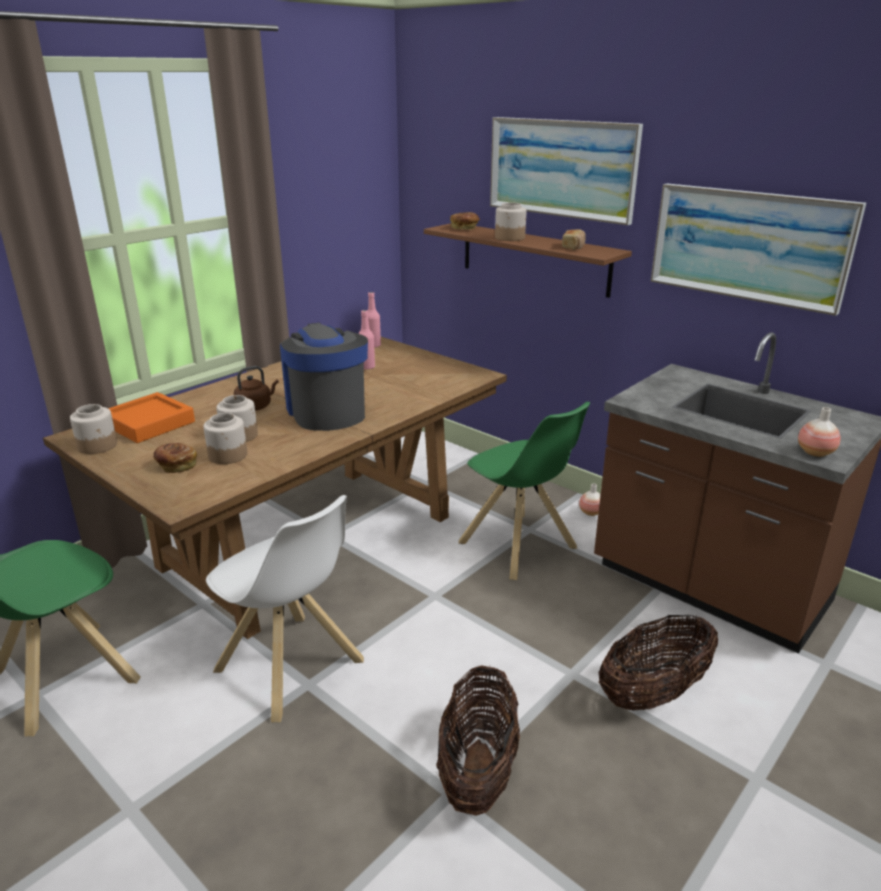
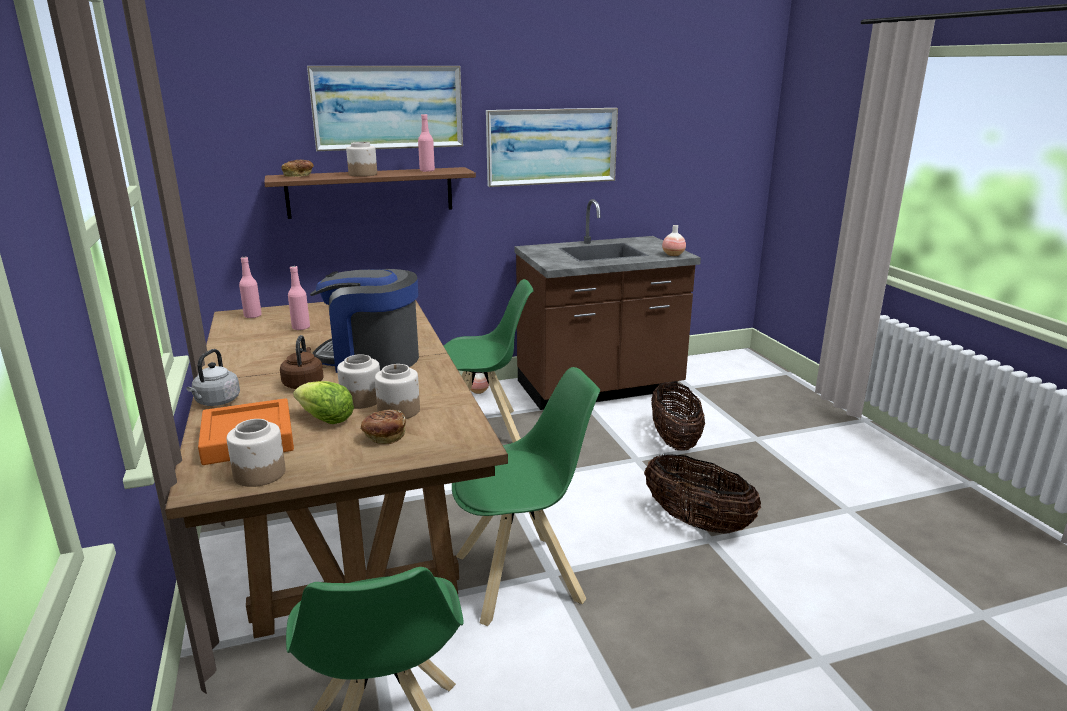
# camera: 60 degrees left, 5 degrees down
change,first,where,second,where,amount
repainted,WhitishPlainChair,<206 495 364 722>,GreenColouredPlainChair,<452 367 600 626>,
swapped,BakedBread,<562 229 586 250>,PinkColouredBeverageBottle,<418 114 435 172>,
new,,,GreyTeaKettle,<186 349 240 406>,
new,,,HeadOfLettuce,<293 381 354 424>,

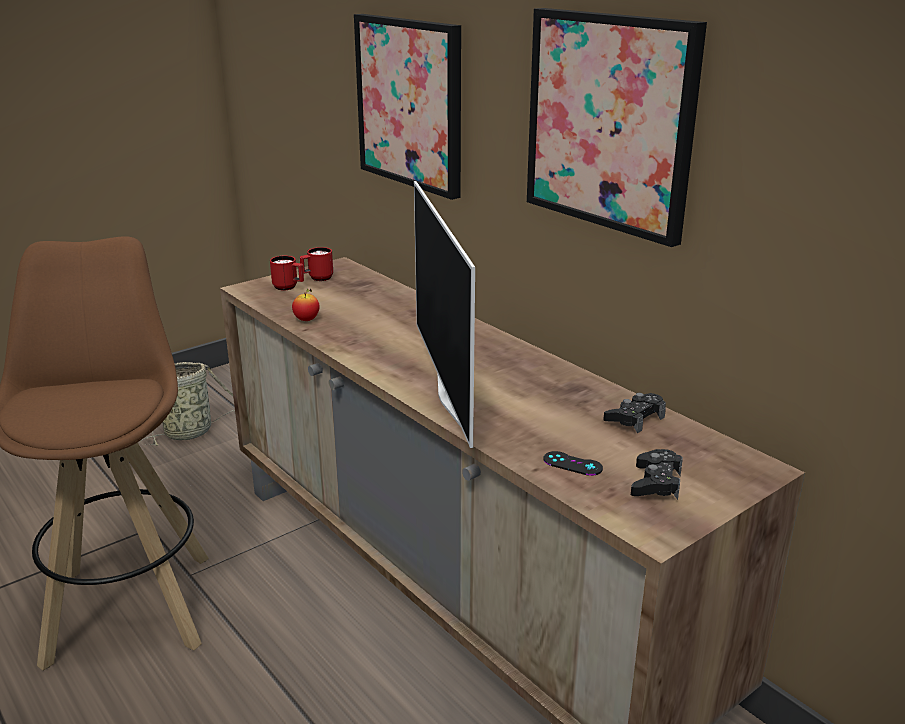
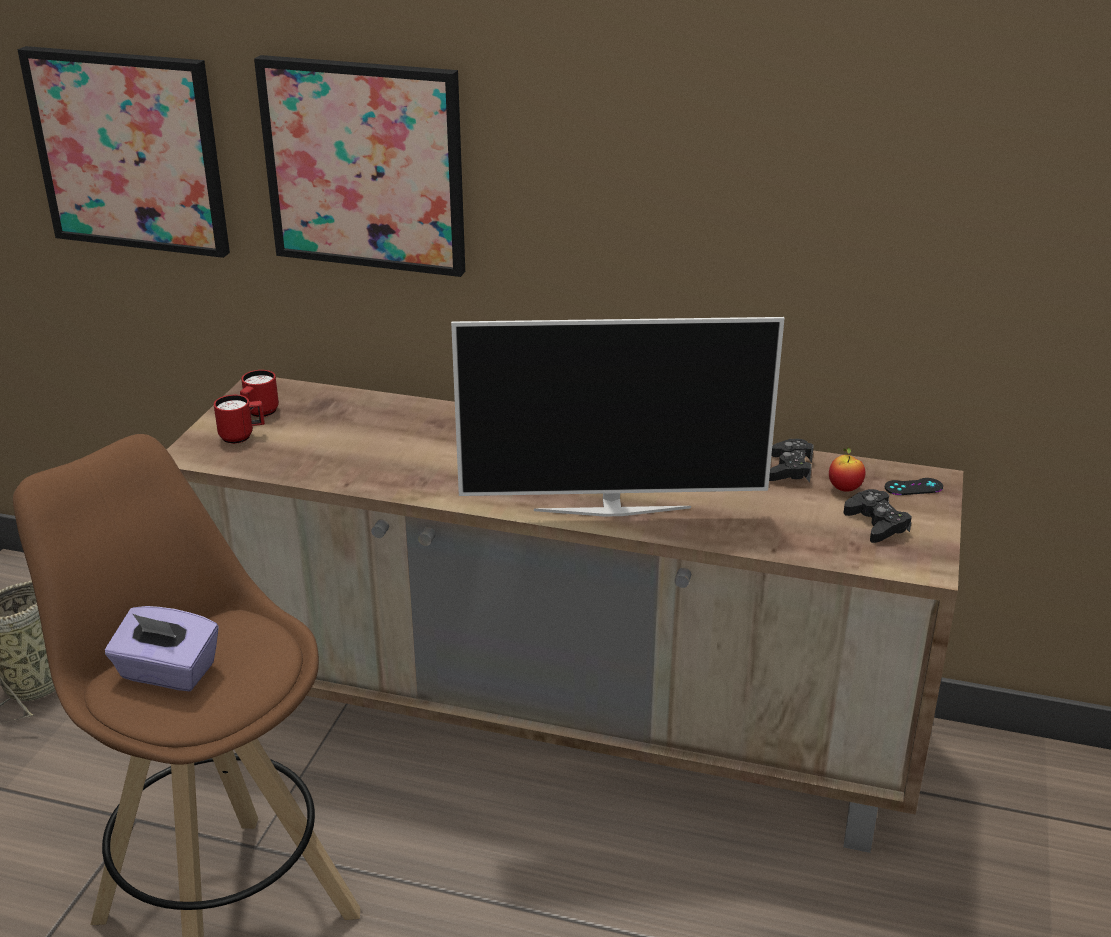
# camera: 35 degrees left, 5 degrees up
change,first,where,second,where,amount
shifted,AppleFruit,<292 288 320 321>,,<829 447 865 492>,
rotated,Television,<414 181 475 448>,,<451 317 785 517>,45 degrees counterclockwise
shifted,WallPicture,<527 8 707 247>,,<18 46 230 258>,
shifted,BlackishGamepad,<543 451 603 476>,,<885 478 943 495>,
new,,,PurpleColouredTissueHolder,<105 606 218 691>,

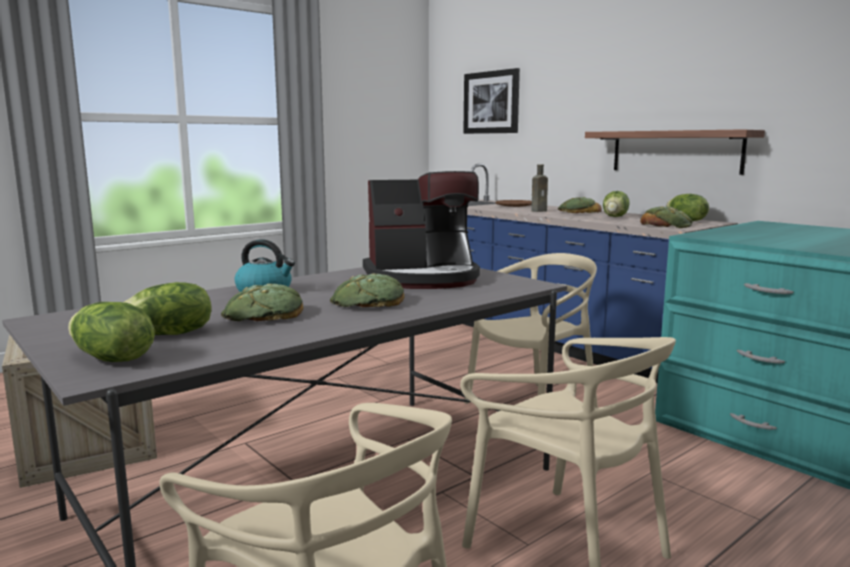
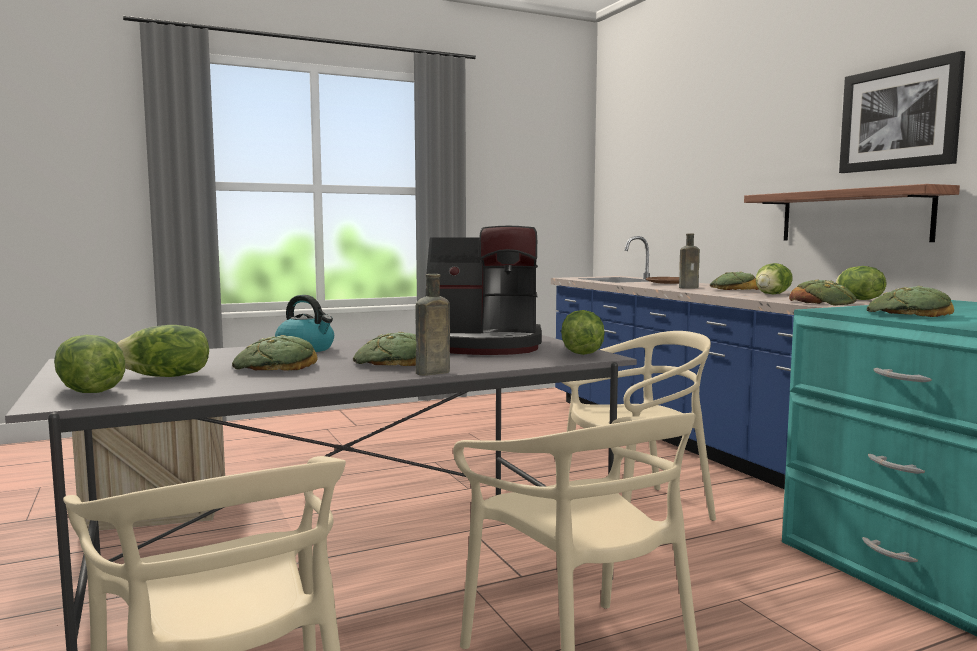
# camera: 15 degrees right, 5 degrees down
change,first,where,second,where,amount
shifted,WallPicture,<463 68 520 134>,,<839 51 965 173>,
new,,,BrownishBeverageBottle,<416 274 450 376>,
new,,,HeadOfLettuce,<561 310 605 355>,
new,,,BakedBread,<867 286 954 317>,

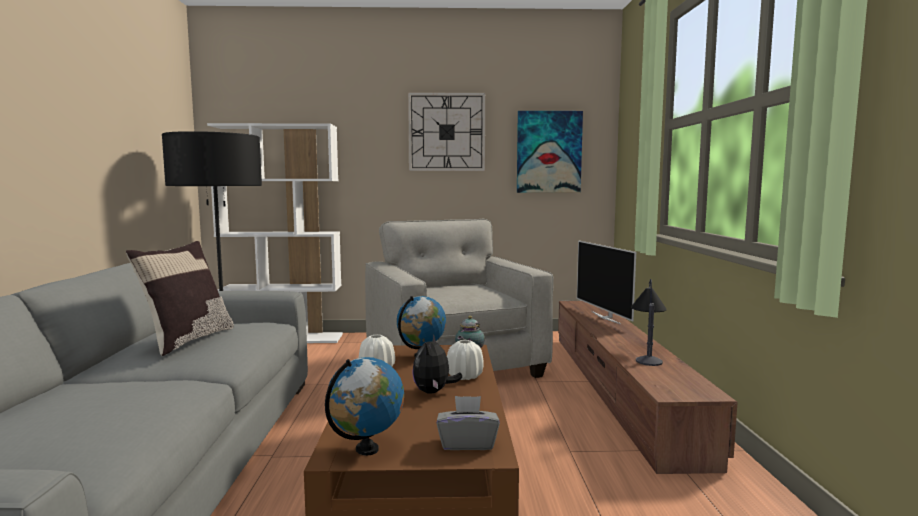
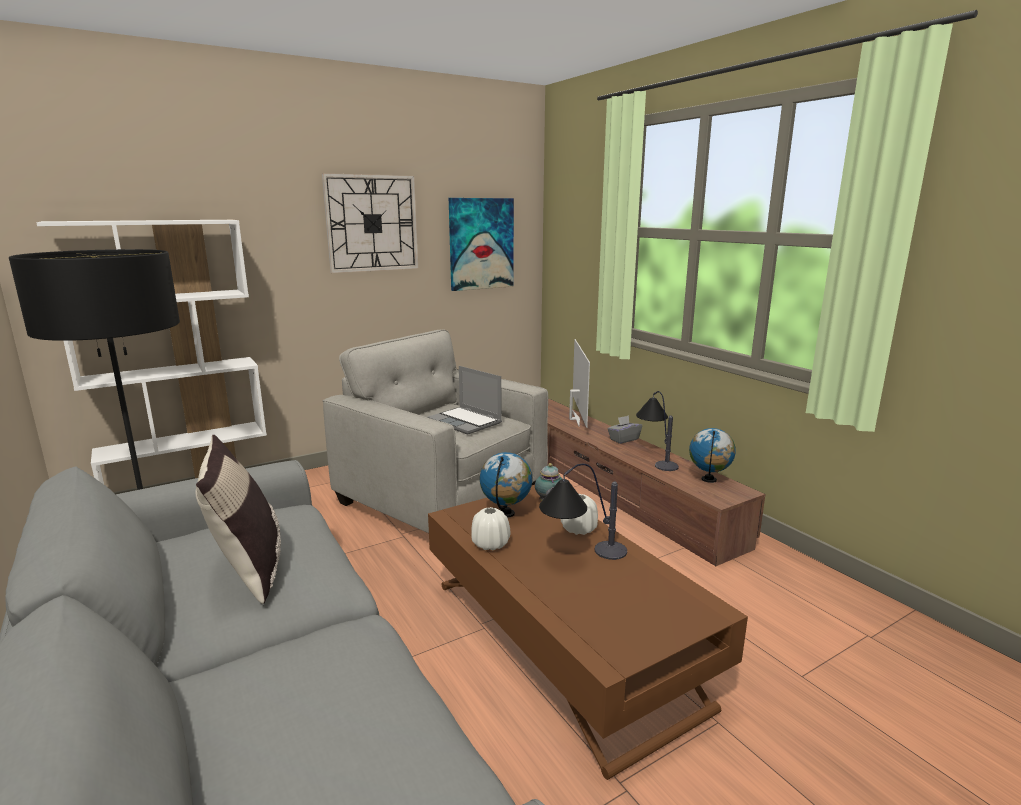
# camera: 30 degrees left, 10 degrees up
change,first,where,second,where,amount
shifted,DeskGlobe,<325 357 404 455>,,<689 428 736 483>,
swapped,PlushToy,<412 334 462 394>,LampForATable,<539 464 627 560>,
shifted,GreyTissueHolder,<436 396 500 450>,,<608 415 642 444>,
rotated,Television,<577 241 636 324>,,<569 339 590 428>,135 degrees counterclockwise
new,,,PortableComputer,<427 366 502 435>,

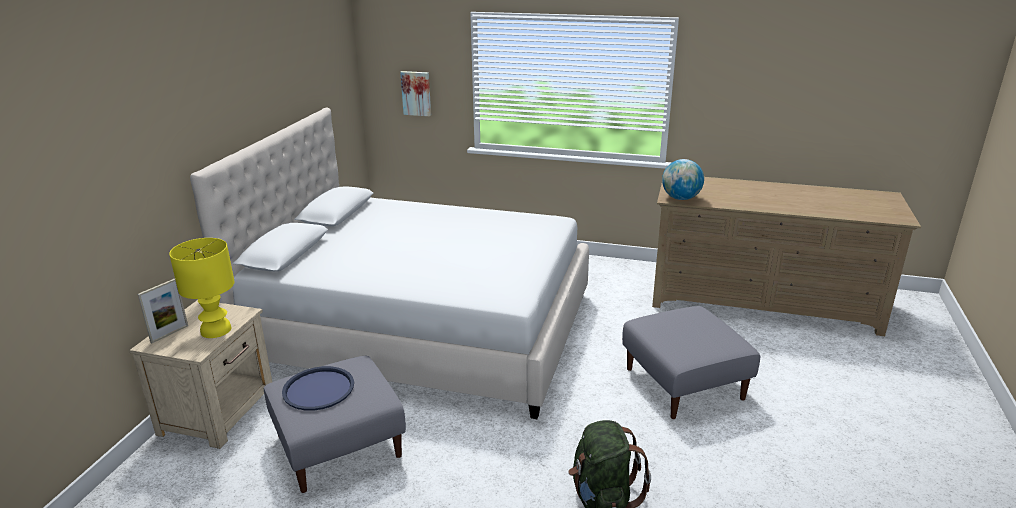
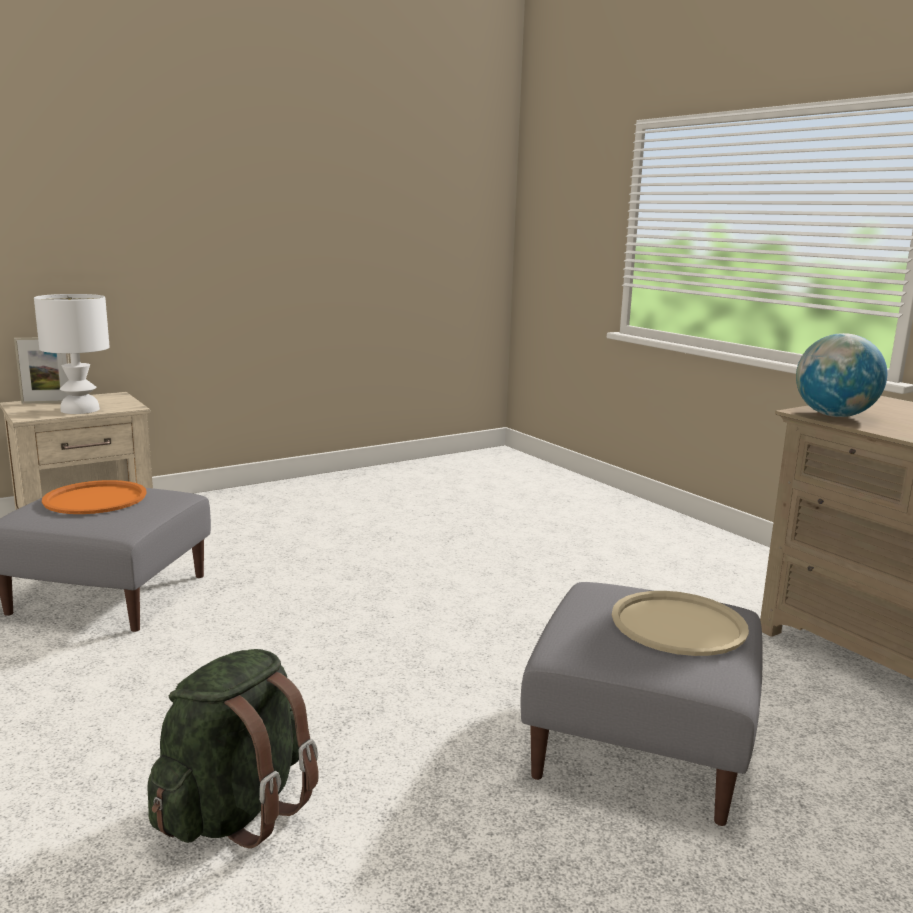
# camera: 40 degrees right, 10 degrees down
change,first,where,second,where,amount
repainted,YellowLampForATable,<169 238 234 338>,WhitishLampForATable,<34 294 110 414>,
gone,WhitishBedroomBed,<190 107 589 419>,,,
repainted,BlueColouredServingTray,<282 366 354 410>,OrangeyServingTray,<42 480 147 514>,
gone,WallPicture,<400 71 431 116>,,,
new,,,BeigeServingTray,<612 591 749 656>,

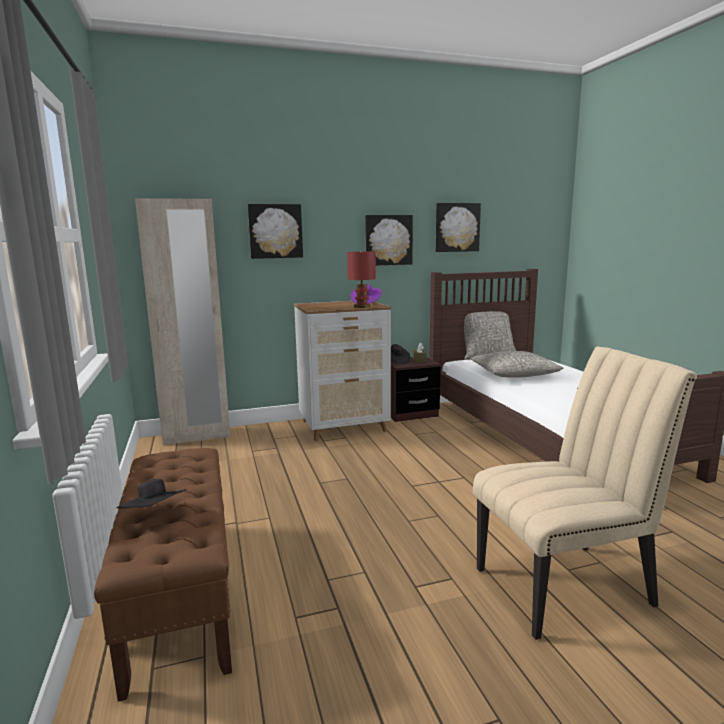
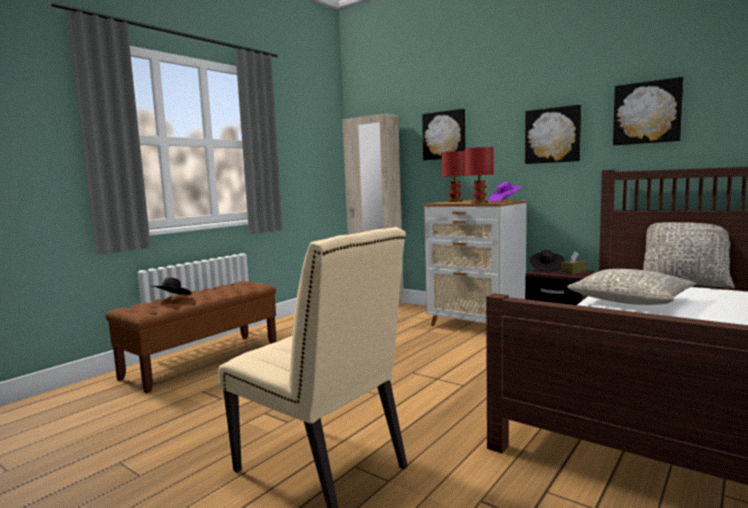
# camera: 55 degrees right, 5 degrees down
change,first,where,second,where,amount
new,,,ReddishLampForATable,<442 151 465 202>,

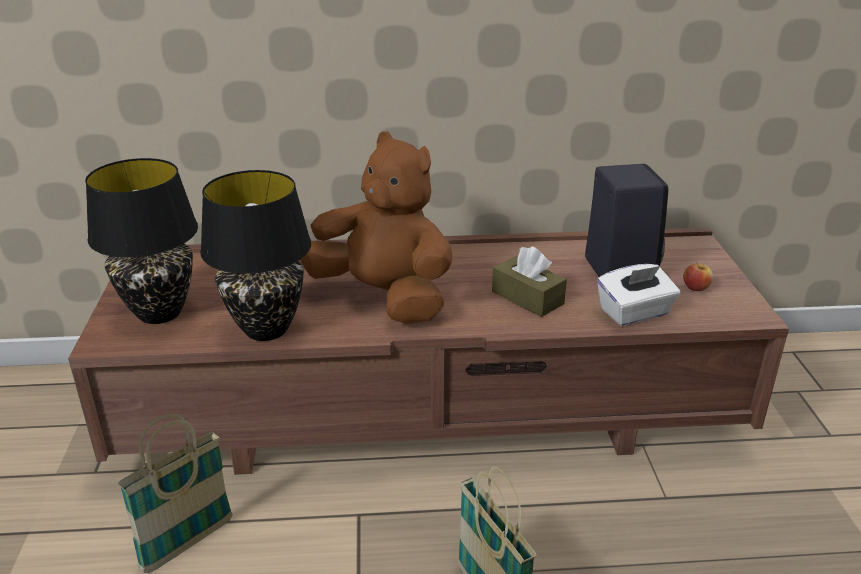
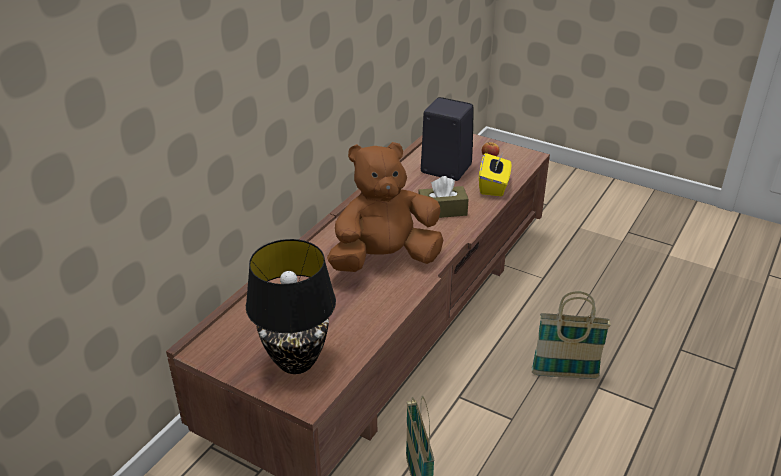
# camera: 55 degrees left, 5 degrees up
change,first,where,second,where,amount
gone,BlackishLampForATable,<200 170 311 341>,,,
repainted,WhitishTissueHolder,<597 264 680 326>,YellowTissueHolder,<479 153 512 196>,

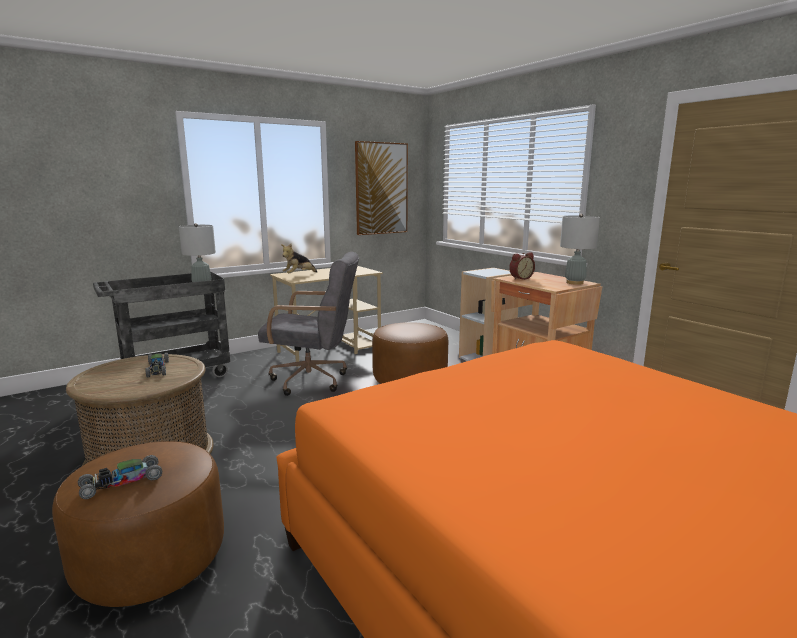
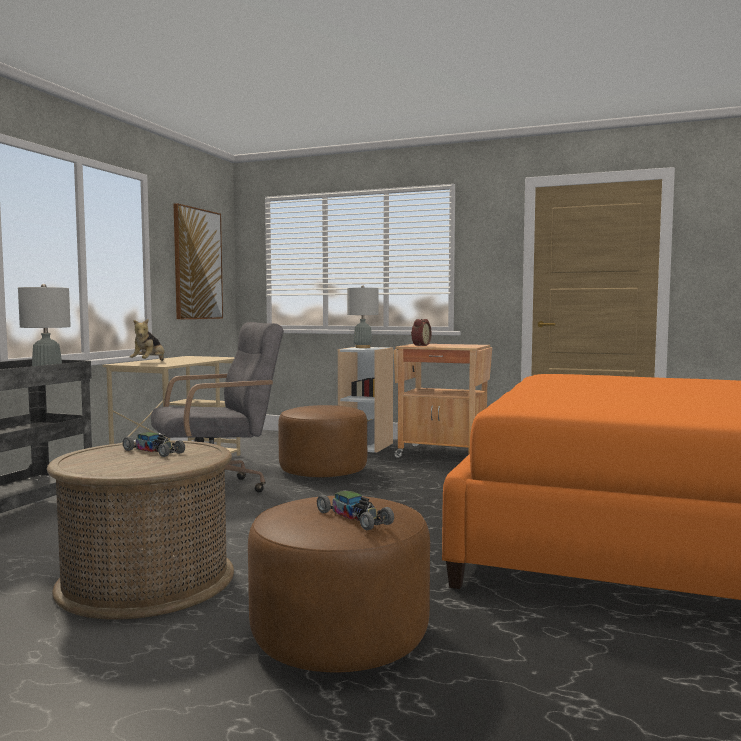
# camera: 35 degrees left, 10 degrees down
change,first,where,second,where,amount
rotated,ToyCar,<78 455 162 499>,,<317 490 394 530>,60 degrees counterclockwise
shifted,GreyLampForATable,<560 214 600 285>,,<347 285 378 348>,

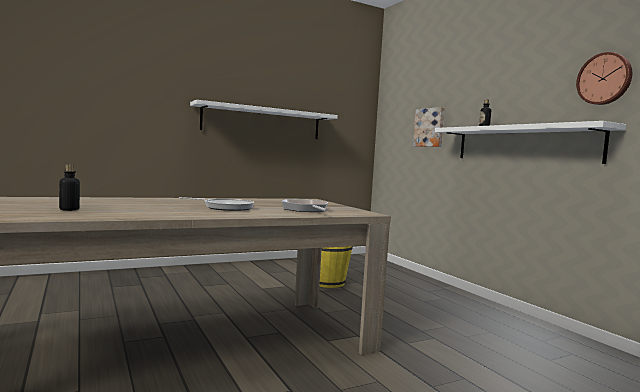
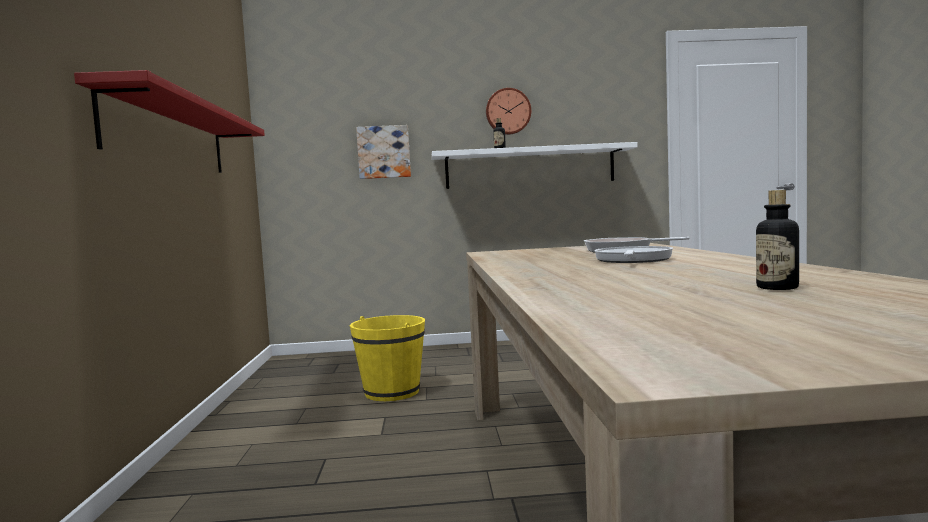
# camera: 65 degrees left, 0 degrees up
change,first,where,second,where,amount
repainted,WhitishShelf,<190 100 338 139>,ReddishShelf,<74 70 265 173>,
shifted,ClockOnTheWall,<576 52 632 105>,,<486 88 531 135>,

